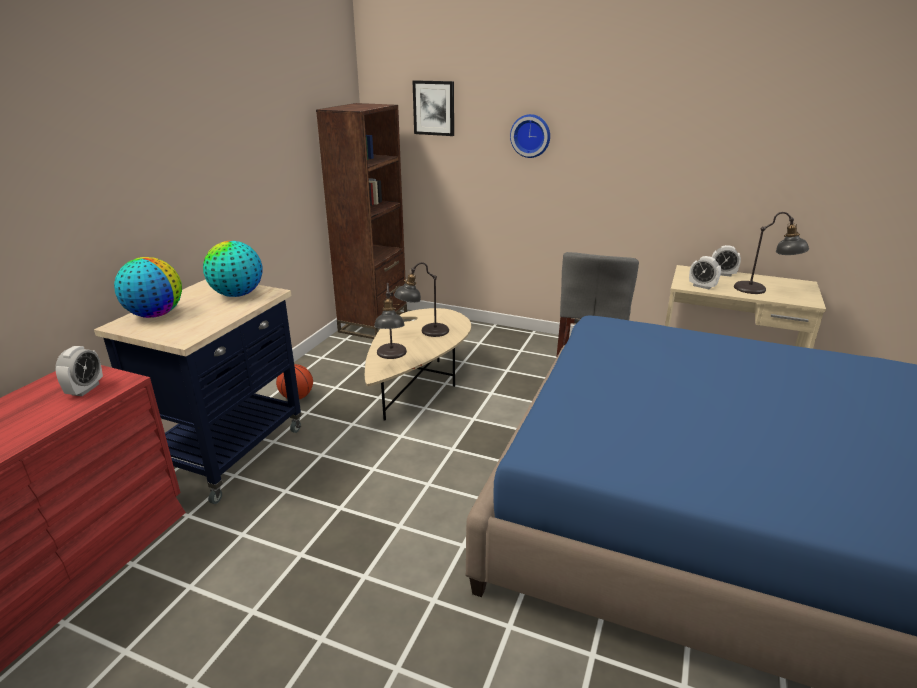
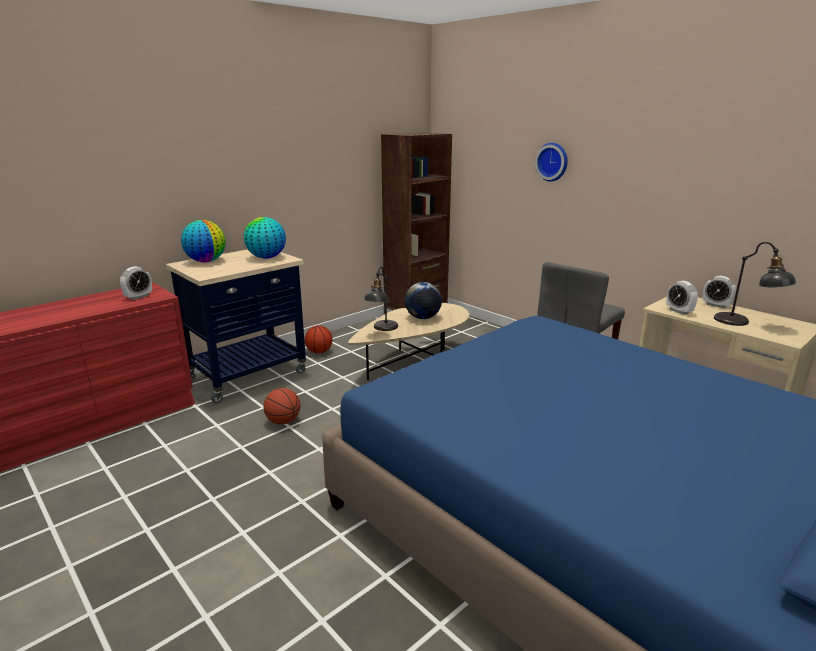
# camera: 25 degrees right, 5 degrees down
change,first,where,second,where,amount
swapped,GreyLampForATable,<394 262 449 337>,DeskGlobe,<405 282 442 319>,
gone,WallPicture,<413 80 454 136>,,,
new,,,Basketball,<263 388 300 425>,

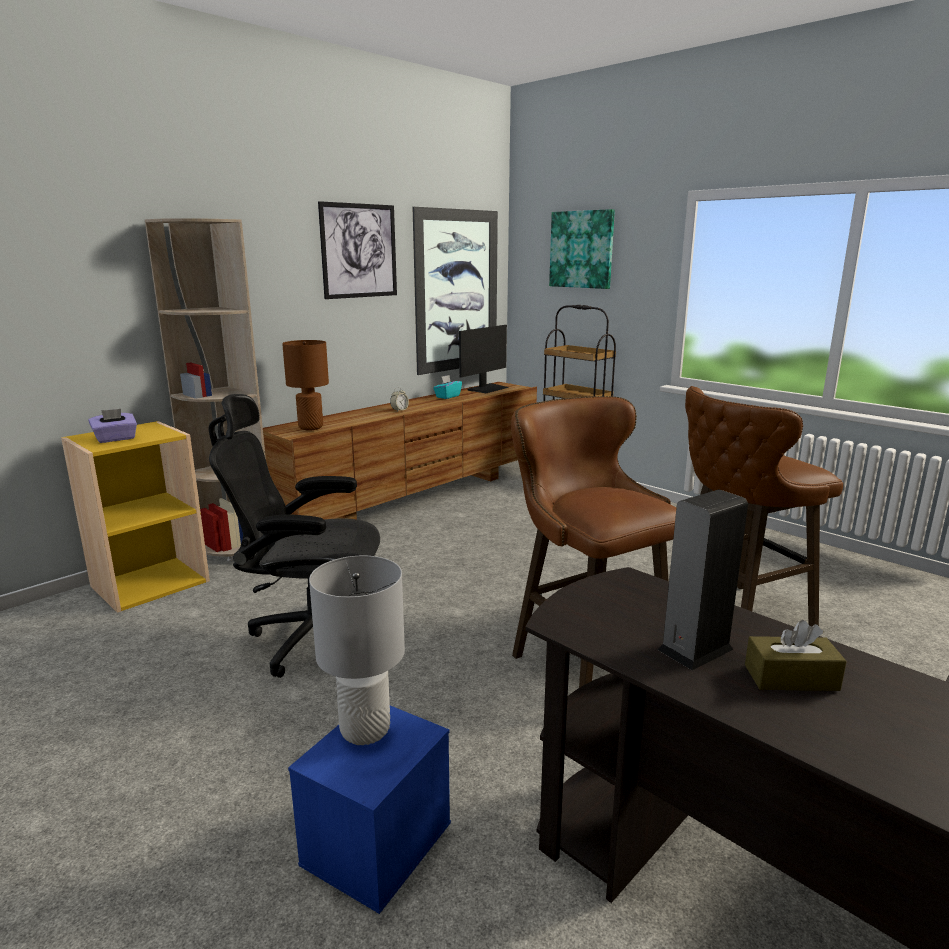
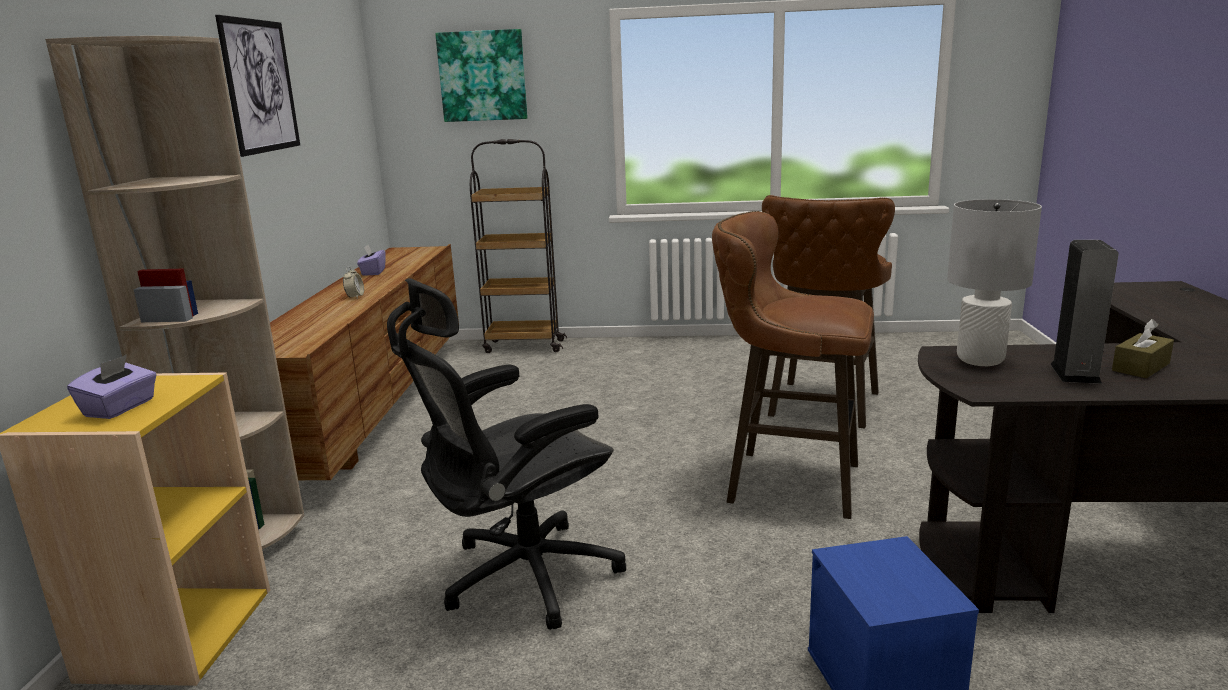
# camera: 40 degrees left, 0 degrees up
change,first,where,second,where,amount
gone,BrownishLampForATable,<282 340 329 430>,,,
shifted,GreyLampForATable,<309 556 405 745>,,<947 199 1042 366>,
gone,WallPicture,<413 207 498 375>,,,
repainted,TurquoiseColouredTissueHolder,<433 375 462 399>,PurpleColouredTissueHolder,<357 245 386 276>,
gone,ComputerDisplay,<459 325 509 393>,,,

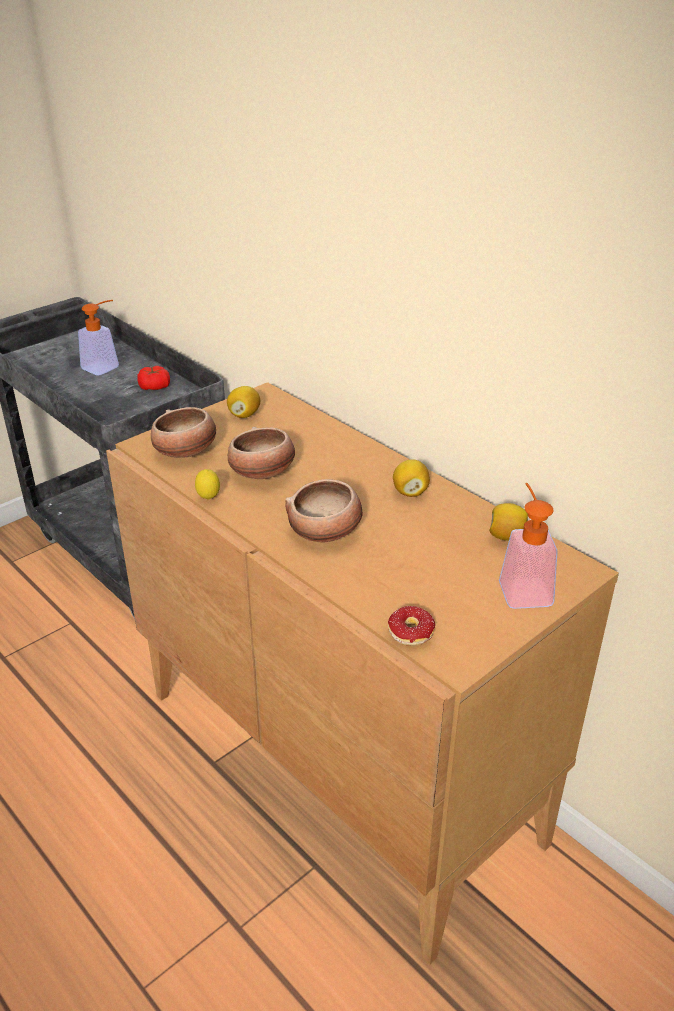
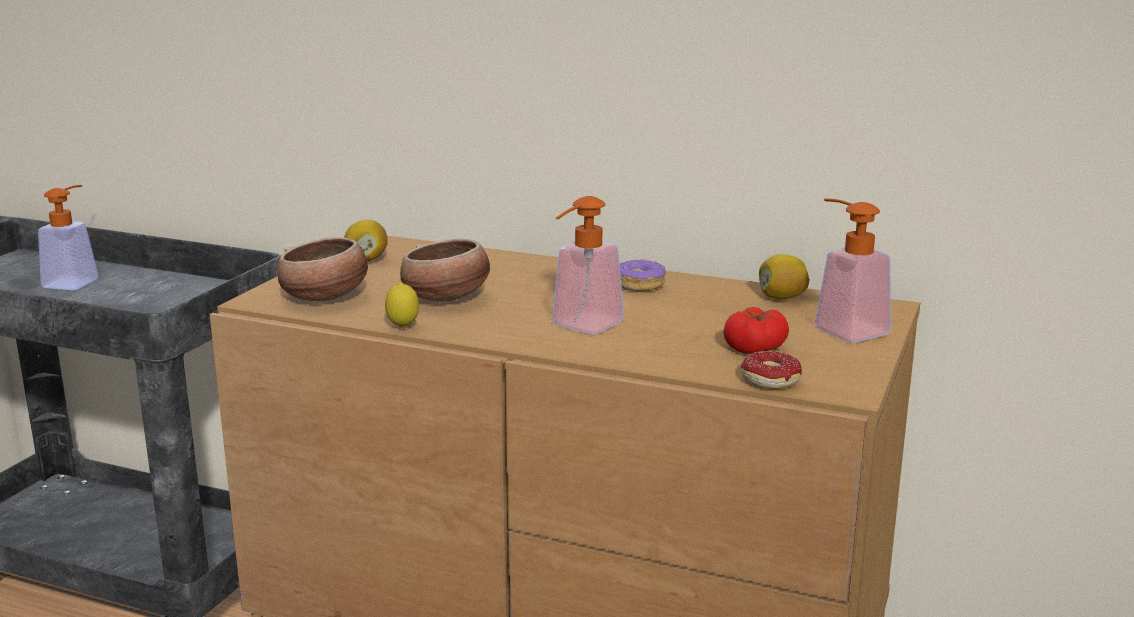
# camera: 25 degrees left, 15 degrees down
change,first,where,second,where,amount
shifted,FreshTomato,<137 366 170 390>,,<723 307 789 354>,
swapped,ServingBowl,<285 479 363 542>,SoapBottle,<552 196 624 334>,
swapped,CitrusFruit,<393 459 430 497>,Donut,<620 259 666 292>,

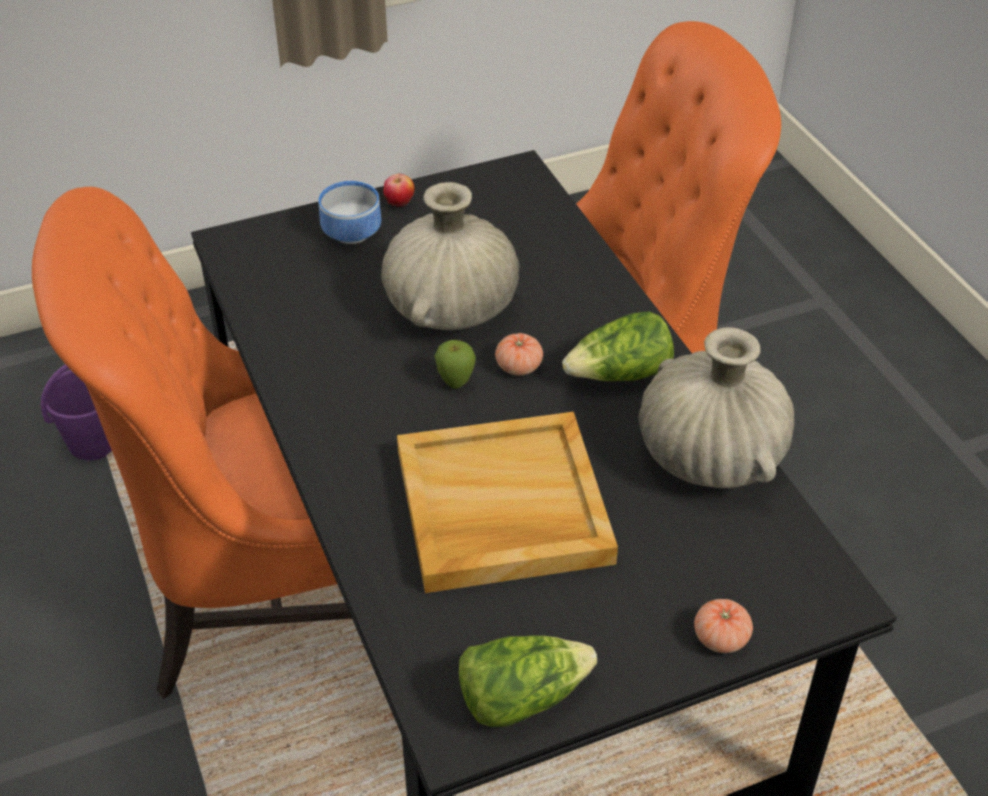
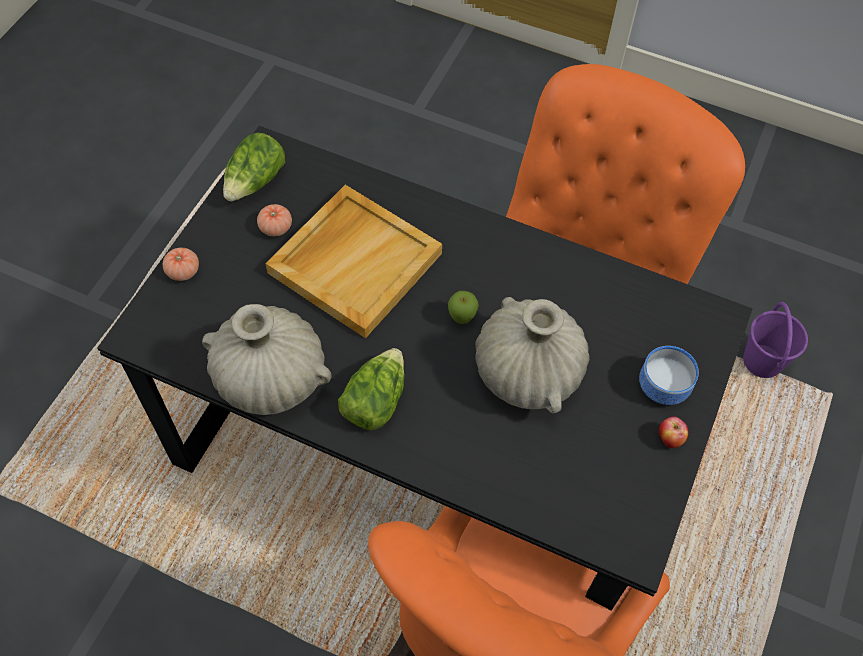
# camera: 135 degrees right, 15 degrees up
change,first,where,second,where,amount
shifted,FreshTomato,<495 333 543 375>,,<257 204 292 236>,

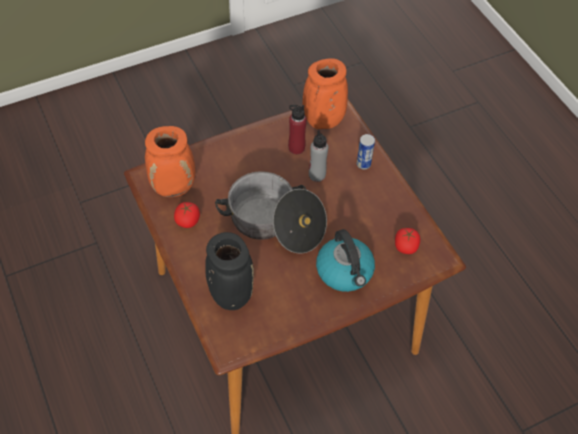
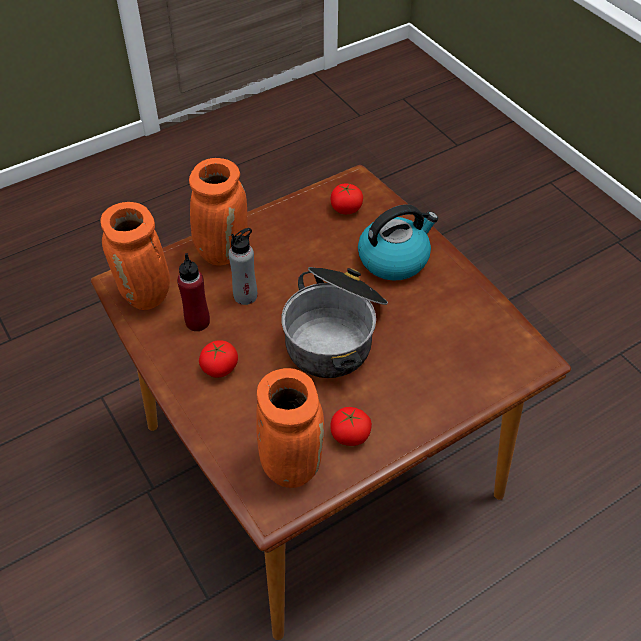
# camera: 95 degrees left, 5 degrees down
change,first,where,second,where,amount
gone,BlackishFlowerVase,<205 232 254 310>,,,
swapped,MetalCan,<357 134 375 170>,OrangeyFlowerVase,<189 158 248 266>,
new,,,FreshTomato,<199 340 238 378>,

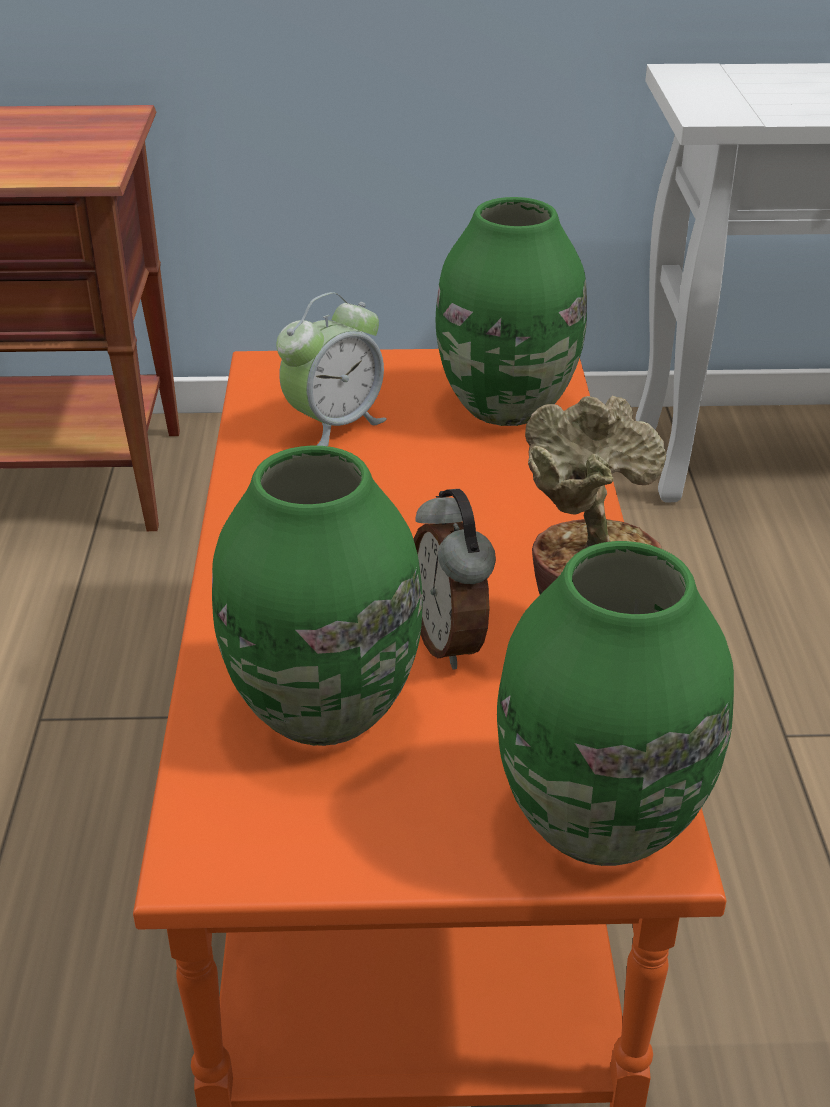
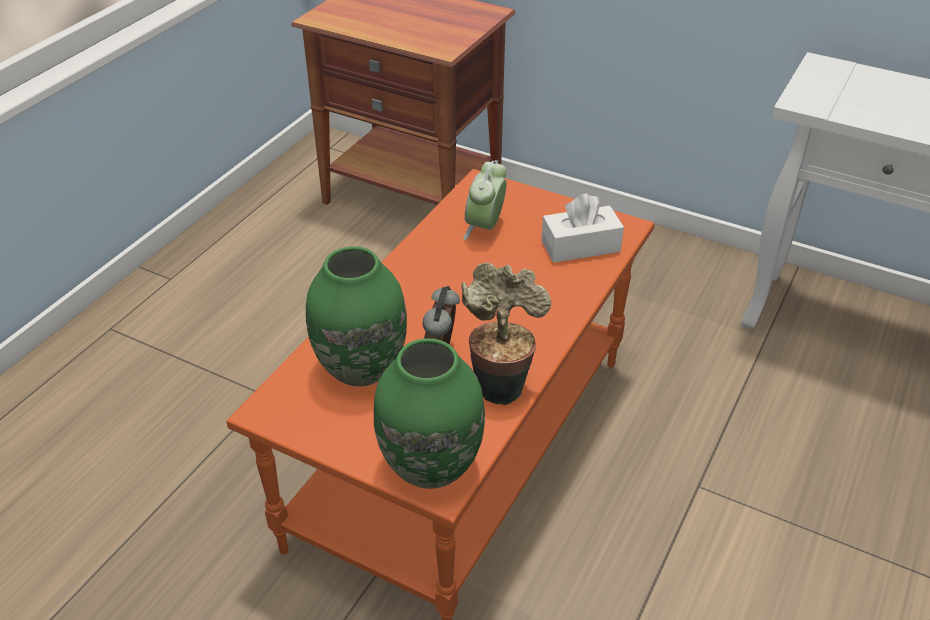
# camera: 30 degrees right, 5 degrees up
change,first,where,second,where,amount
rotated,AlarmClock,<276 292 387 446>,,<463 160 506 240>,120 degrees clockwise
swapped,GreenColouredFlowerVase,<436 197 587 426>,WhitishTissueHolder,<541 193 624 263>,

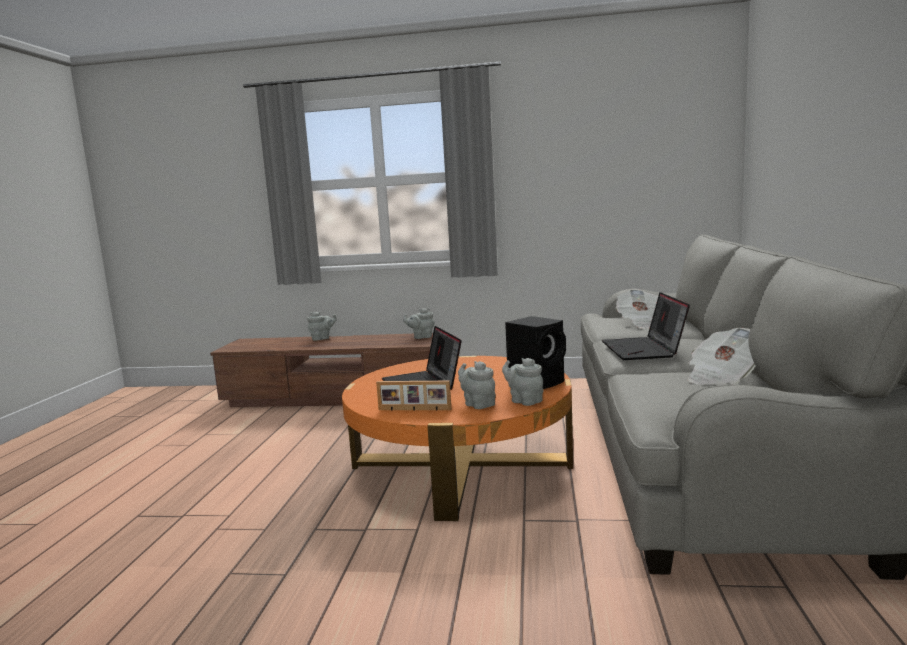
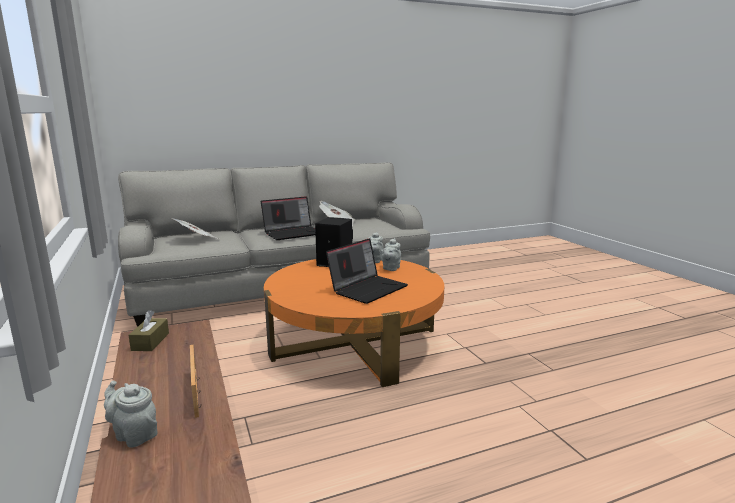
# camera: 120 degrees left, 5 degrees up
change,first,where,second,where,amount
shifted,StandingFrame,<376 381 451 411>,,<190 345 199 418>,
swapped,GreyTeaPot,<403 308 435 339>,BrownishTissueHolder,<129 310 169 351>,

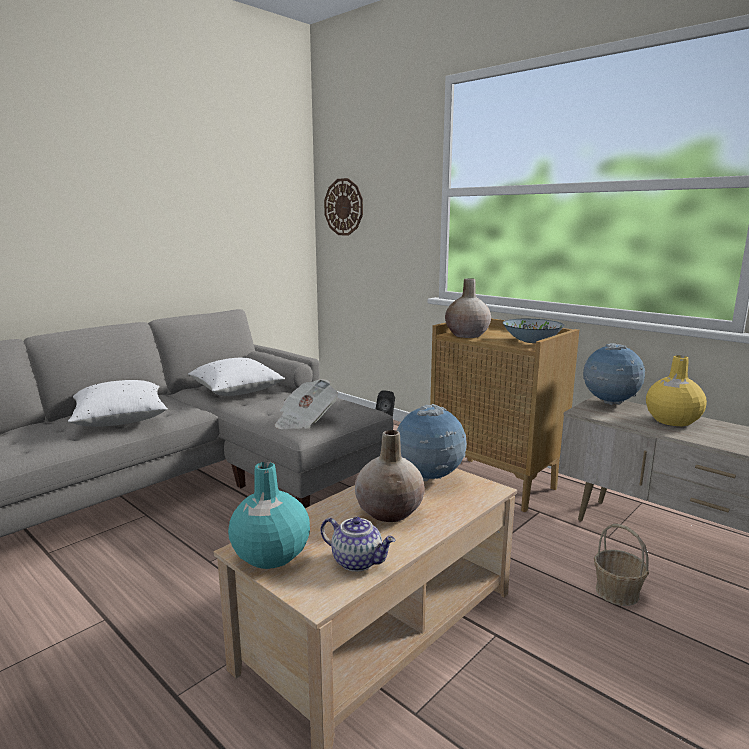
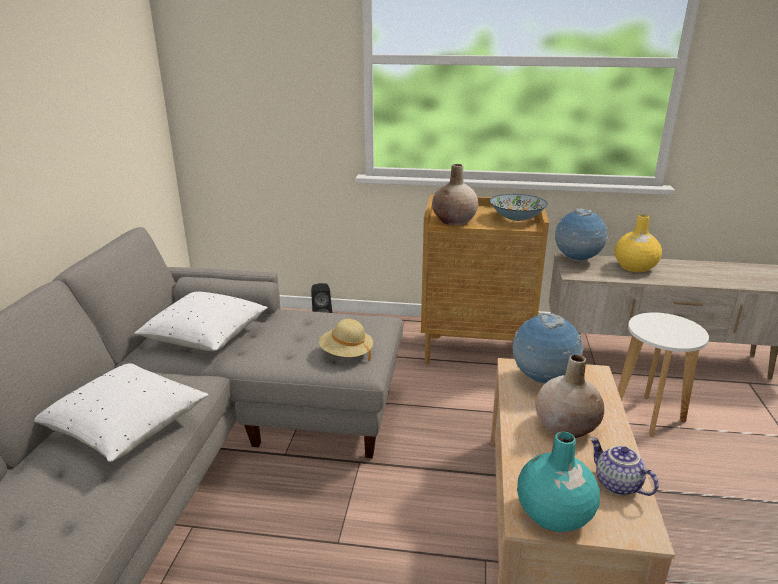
# camera: 35 degrees left, 10 degrees up
change,first,where,second,where,amount
swapped,PrintedPaper,<275 379 338 429>,BeigeWearableHat,<319 319 373 361>,
rotated,TeaPot,<320 517 396 572>,,<590 437 659 496>,120 degrees counterclockwise
gone,ClockOnTheWall,<324 178 363 236>,,,
swapped,Basket,<594 524 649 606>,WhitishStoolSeat,<618 312 709 436>,

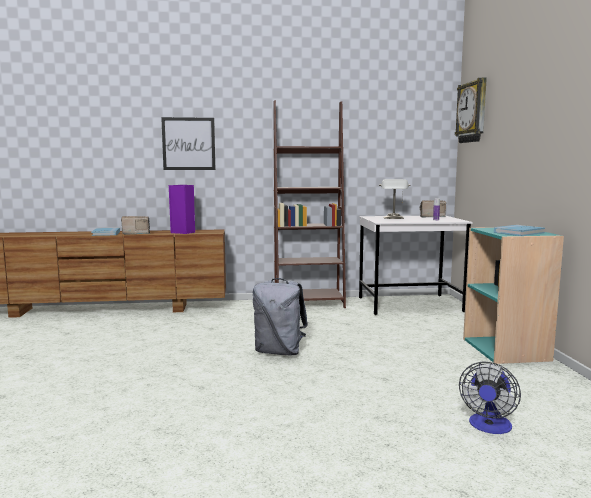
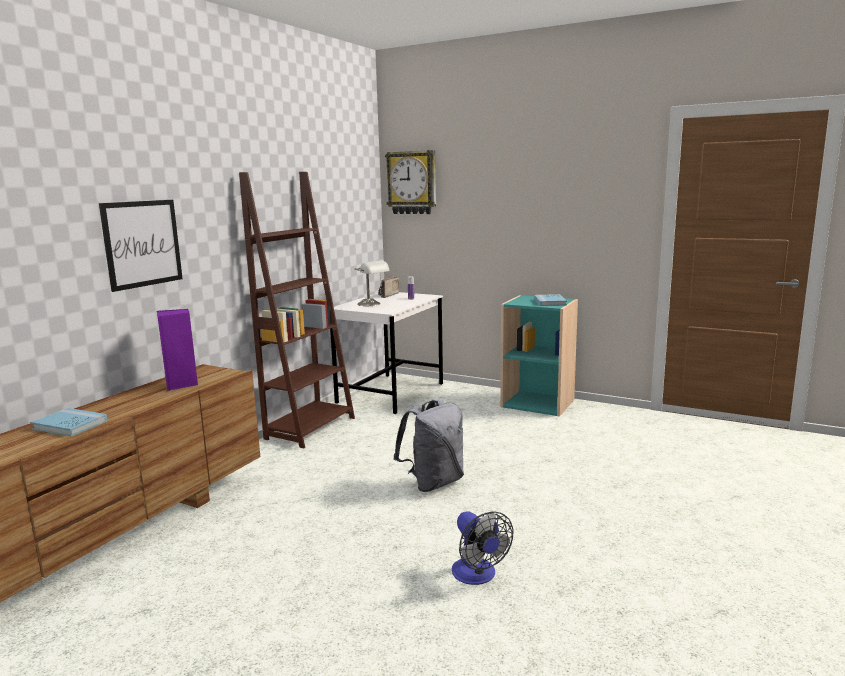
# camera: 55 degrees left, 5 degrees up
change,first,where,second,where,amount
gone,RadioSet,<121 216 150 235>,,,
shifted,ElectricFan,<459 361 521 434>,,<452 511 513 585>,

